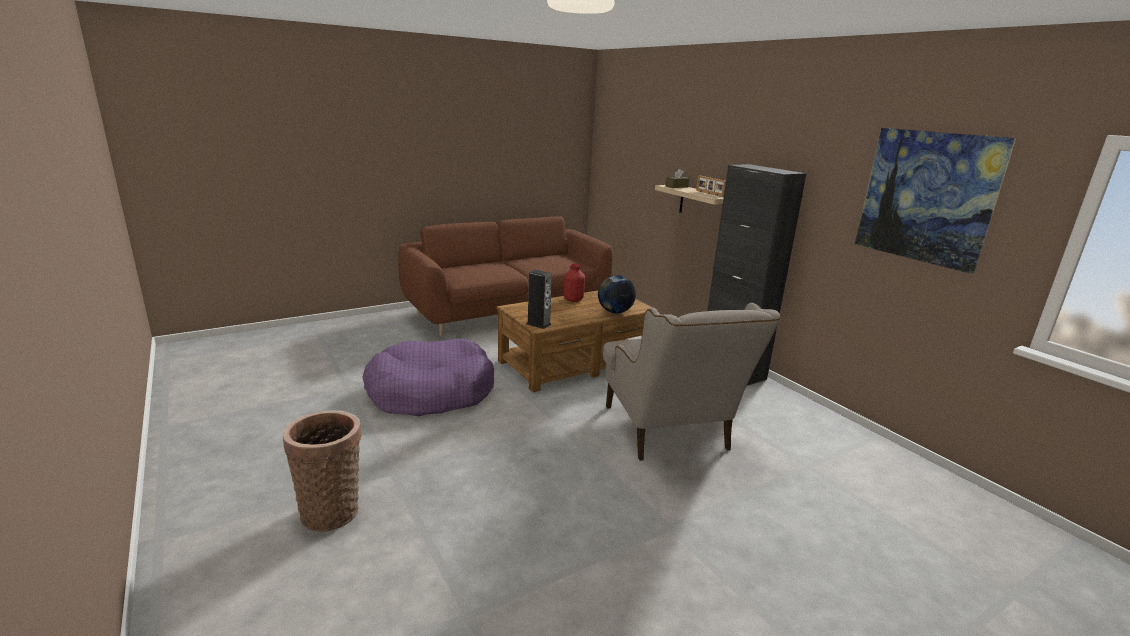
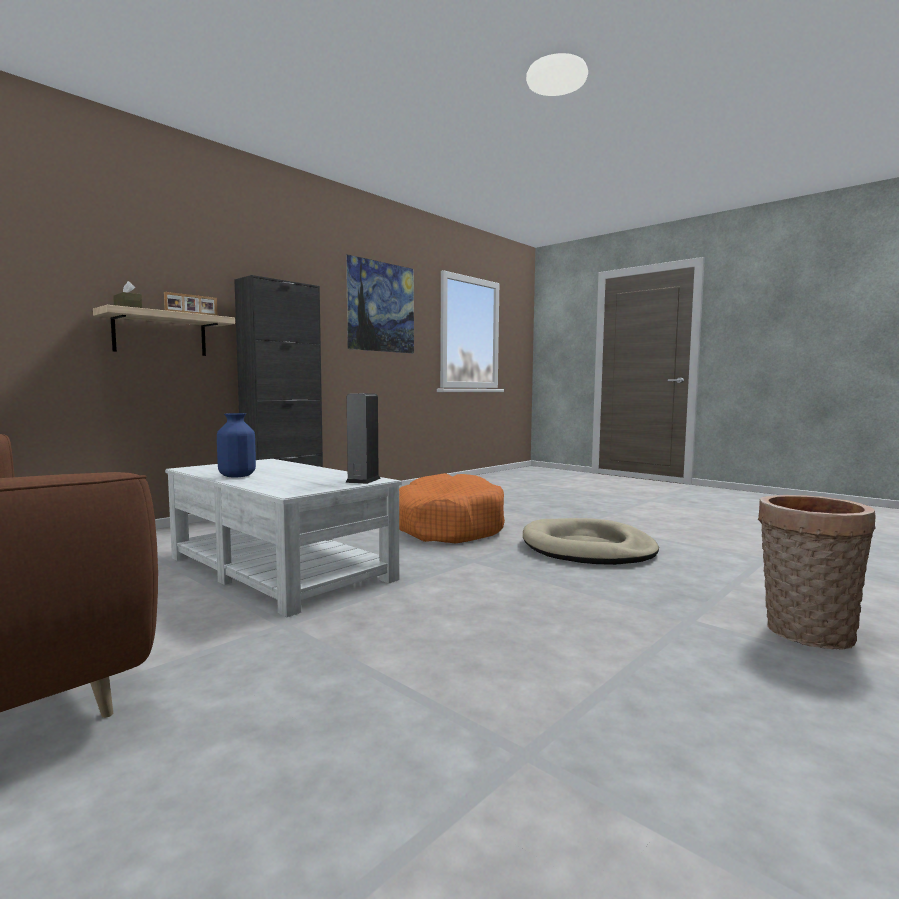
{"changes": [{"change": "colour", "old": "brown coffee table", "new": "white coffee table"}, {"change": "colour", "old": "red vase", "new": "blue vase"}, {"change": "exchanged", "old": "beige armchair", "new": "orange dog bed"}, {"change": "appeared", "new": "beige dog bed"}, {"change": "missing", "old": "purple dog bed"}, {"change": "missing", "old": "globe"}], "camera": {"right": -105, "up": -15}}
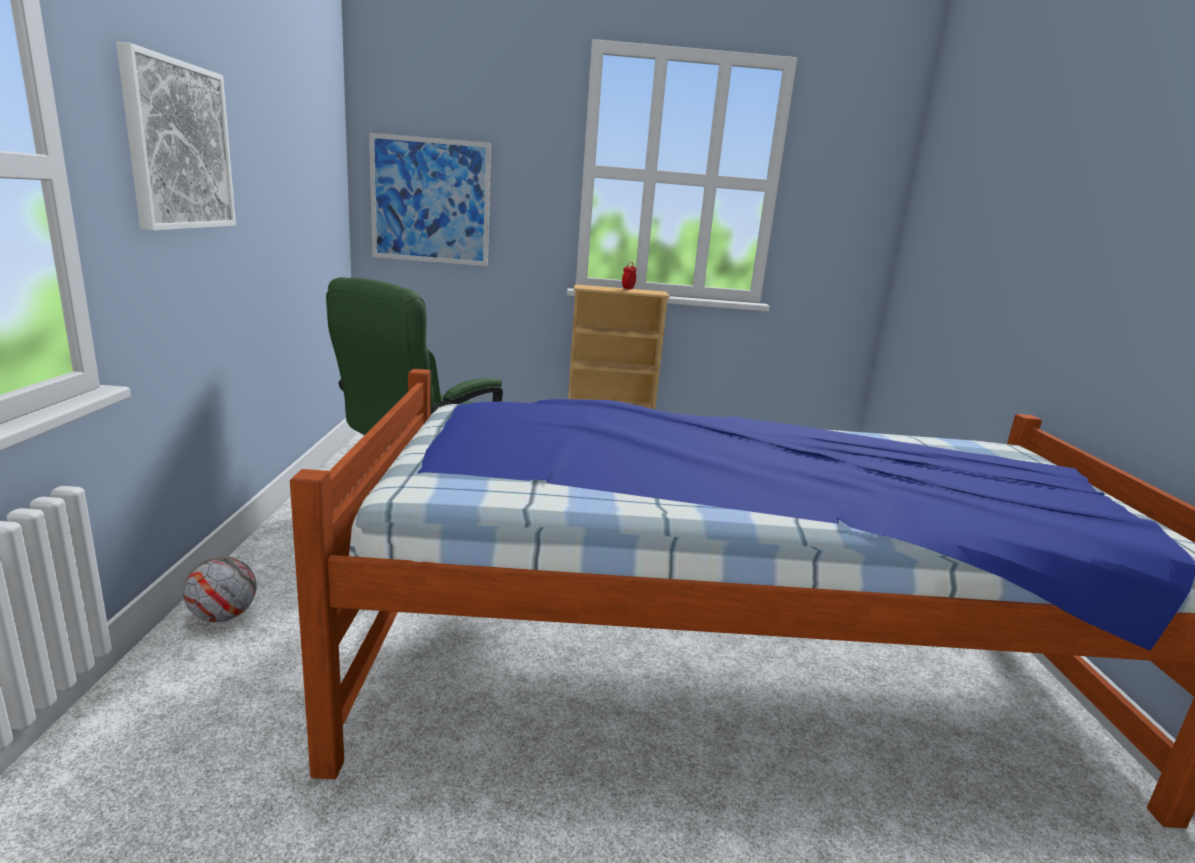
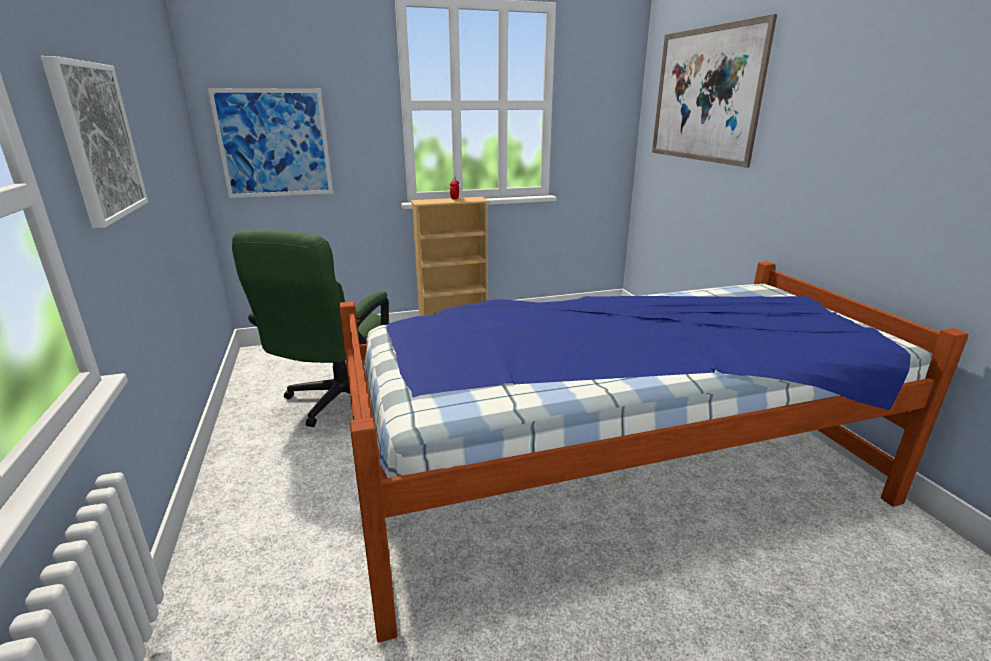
{"changes": [{"change": "appeared", "new": "picture (no. 3 from left)"}, {"change": "missing", "old": "football"}], "camera": {"right": -15, "up": 5}}
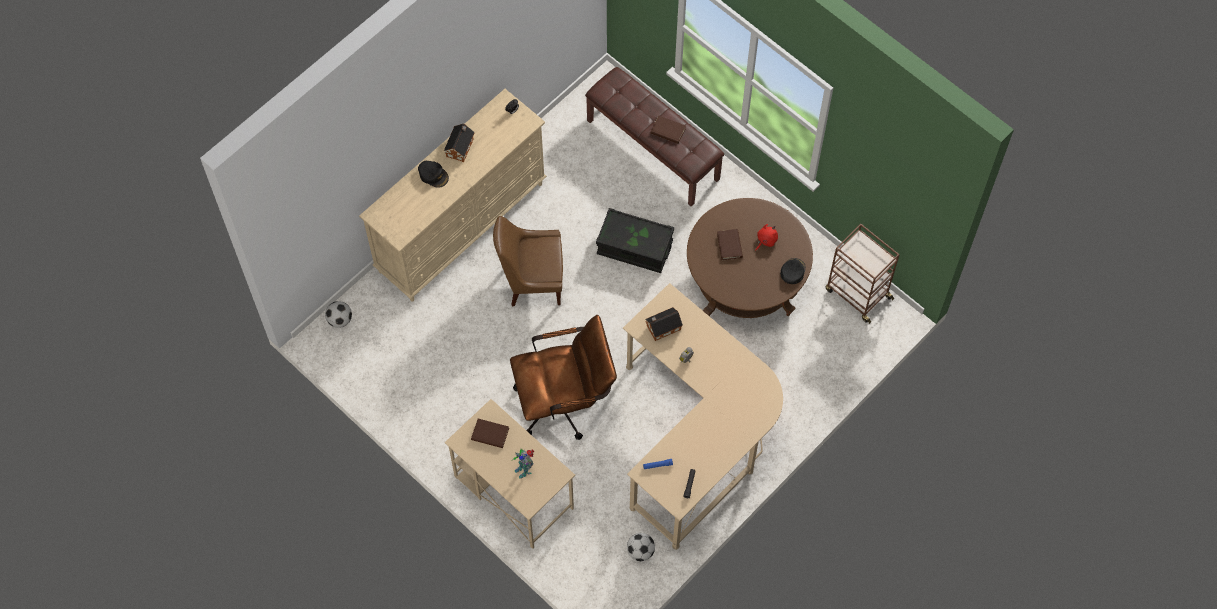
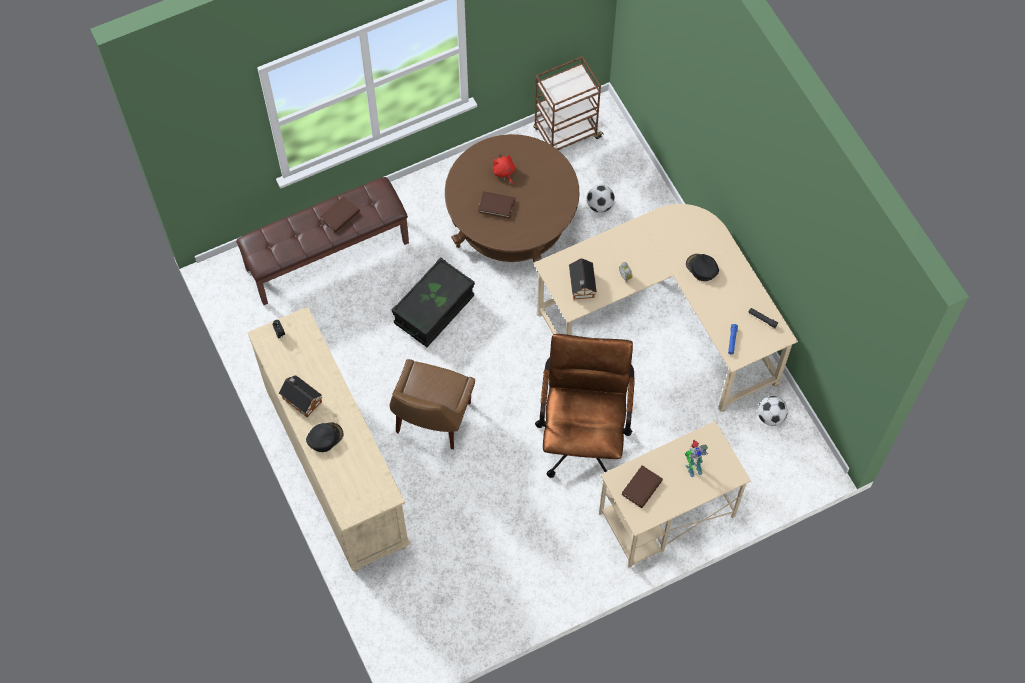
{"changes": [{"change": "relocated", "old": "football (no. 1 from left)"}, {"change": "relocated", "old": "black cap (no. 2 from left)"}], "camera": {"right": -70, "up": 0}}
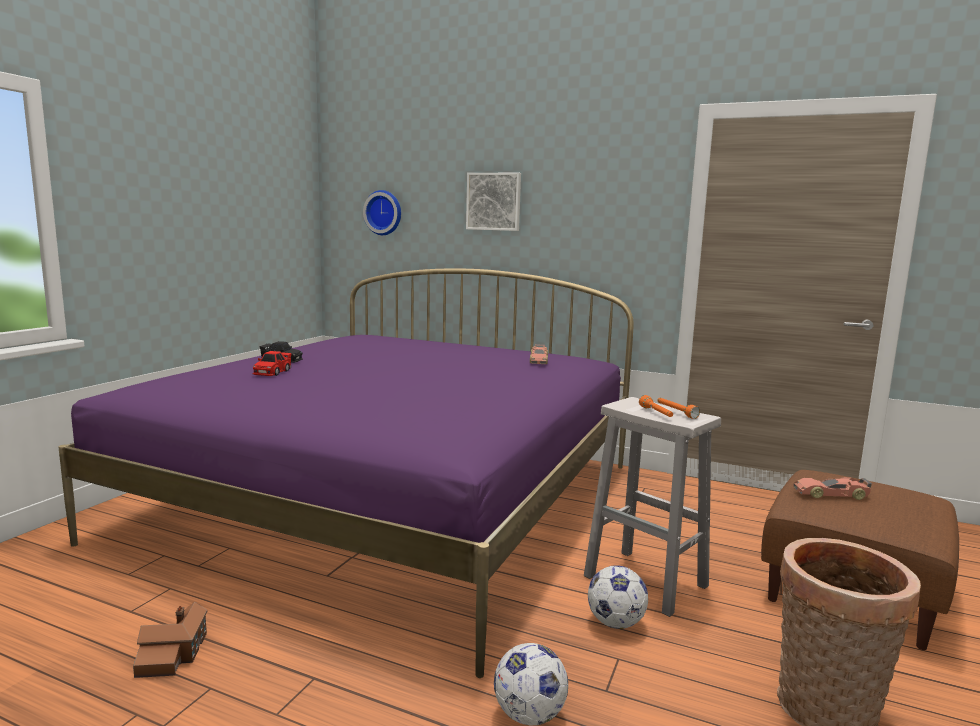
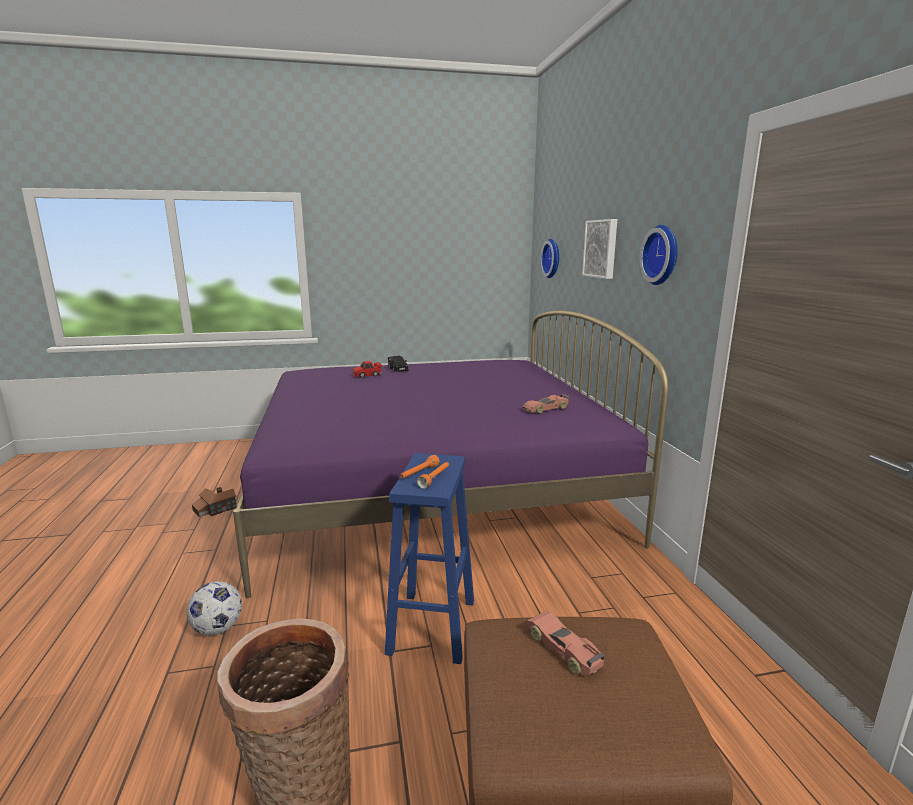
{"changes": [{"change": "colour", "old": "white stool", "new": "blue stool"}, {"change": "appeared", "new": "wall clock (no. 2 from left)"}, {"change": "missing", "old": "football (no. 2 from left)"}], "camera": {"right": 55, "up": 5}}
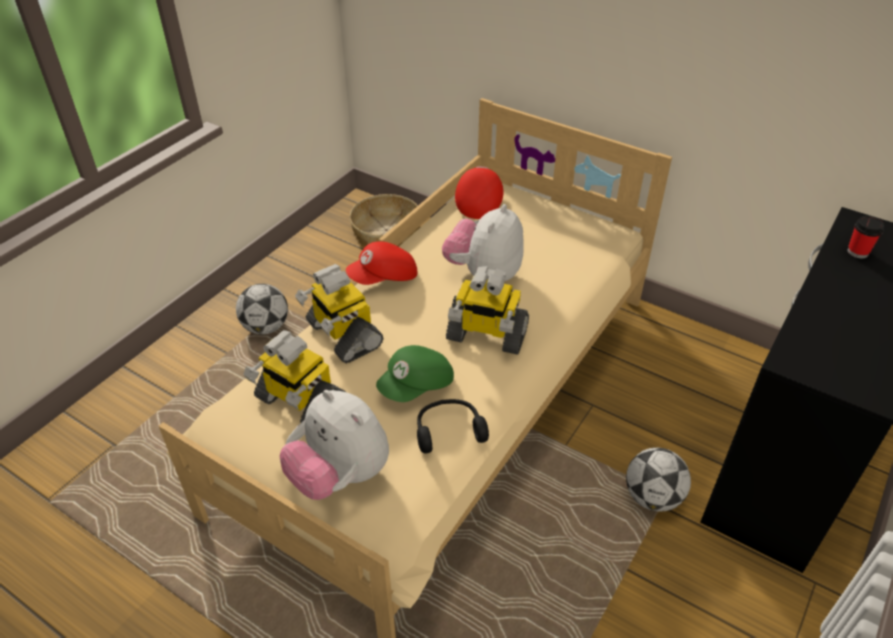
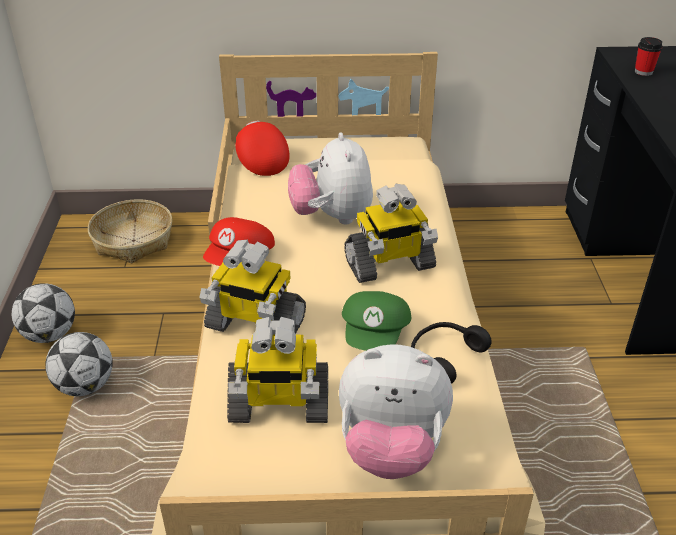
{"changes": [{"change": "relocated", "old": "football (no. 2 from left in the first image)", "new": "football (no. 1 from left)"}], "camera": {"right": -35, "up": -5}}
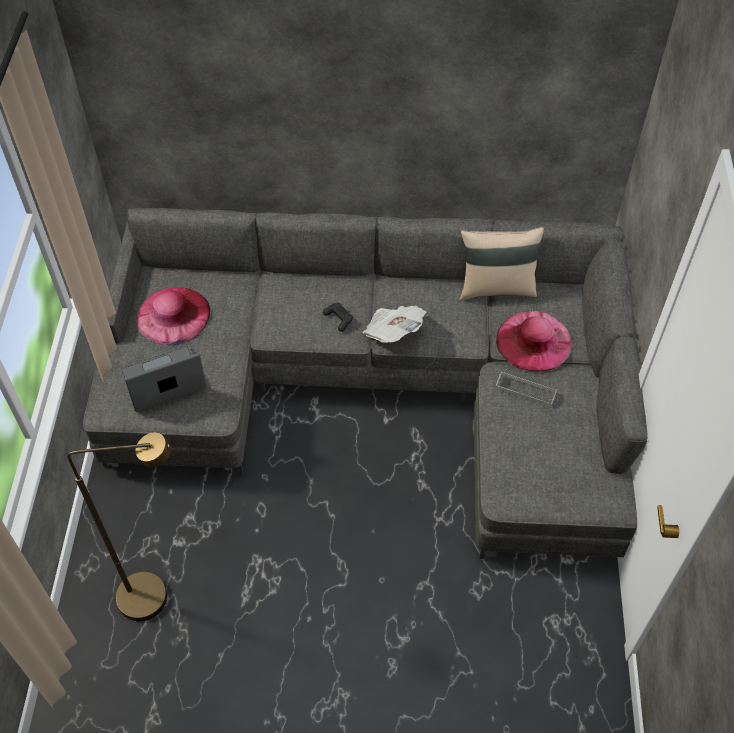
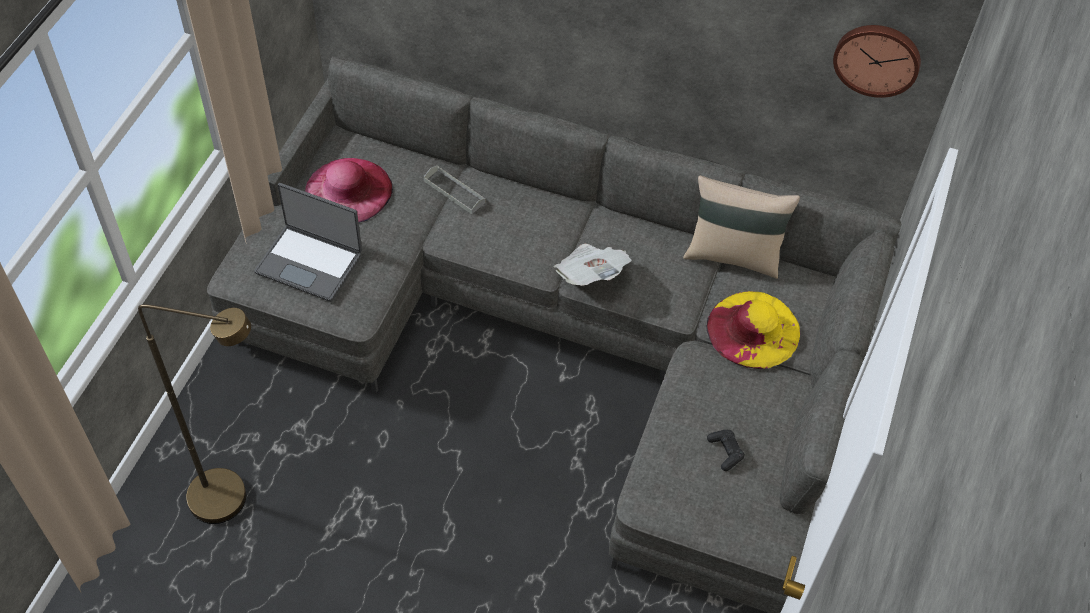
{"changes": [{"change": "spun", "old": "laptop", "degrees": -150}, {"change": "relocated", "old": "grey tray"}, {"change": "colour", "old": "pink hat (no. 2 from left)", "new": "yellow hat"}, {"change": "relocated", "old": "black game controller"}, {"change": "appeared", "new": "wall clock"}], "camera": {"right": 15, "up": 0}}
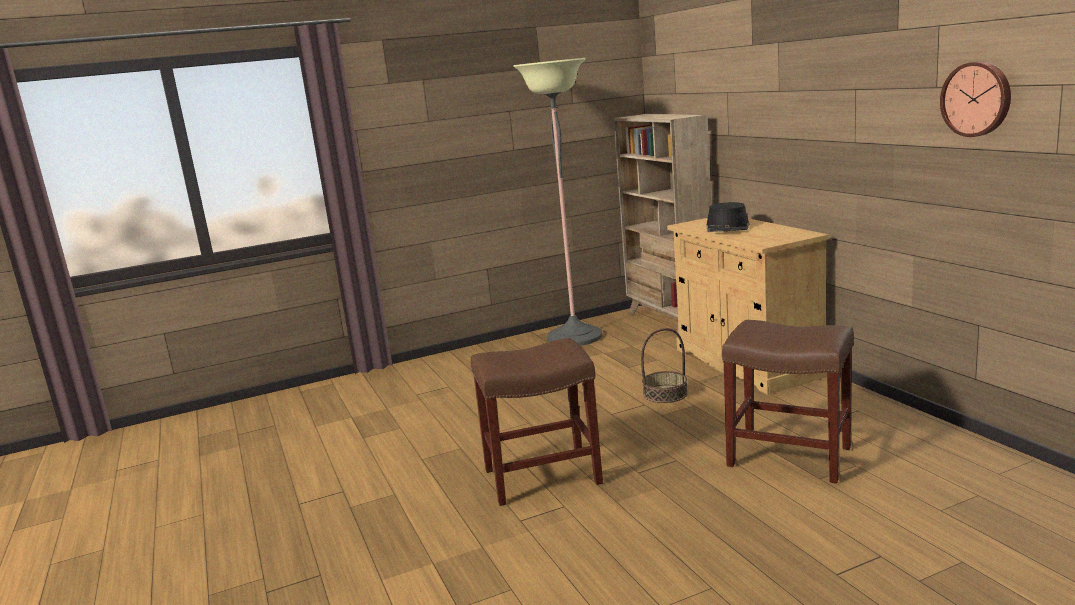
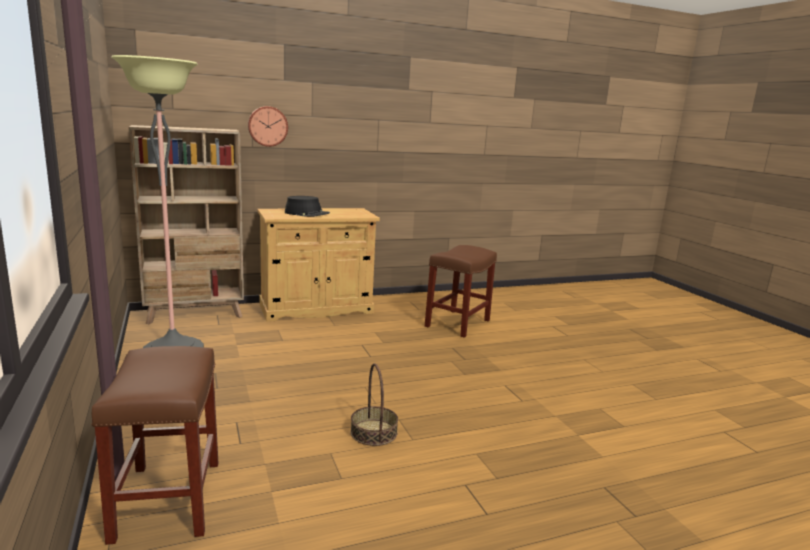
{"changes": [{"change": "relocated", "old": "brown stool (no. 1 from left)"}, {"change": "relocated", "old": "wall clock"}, {"change": "relocated", "old": "basket"}], "camera": {"right": -90, "up": 0}}
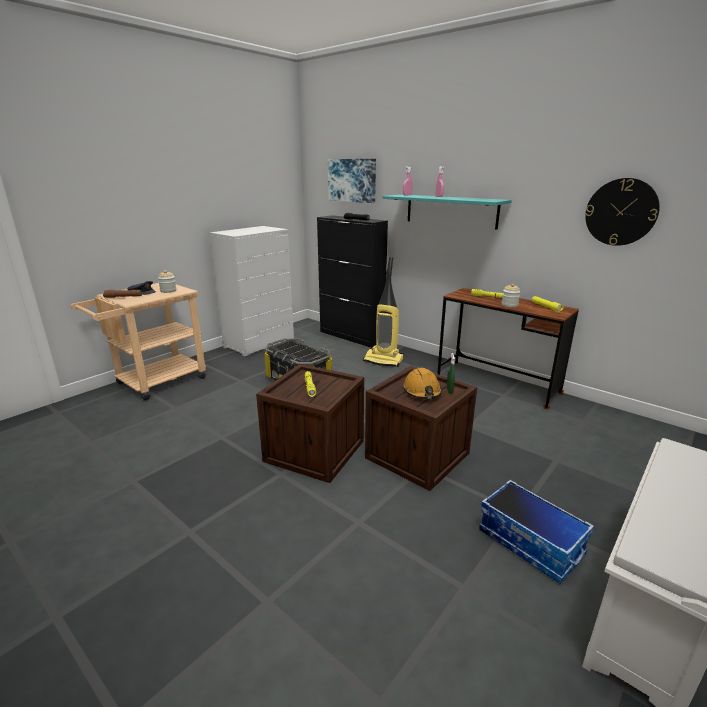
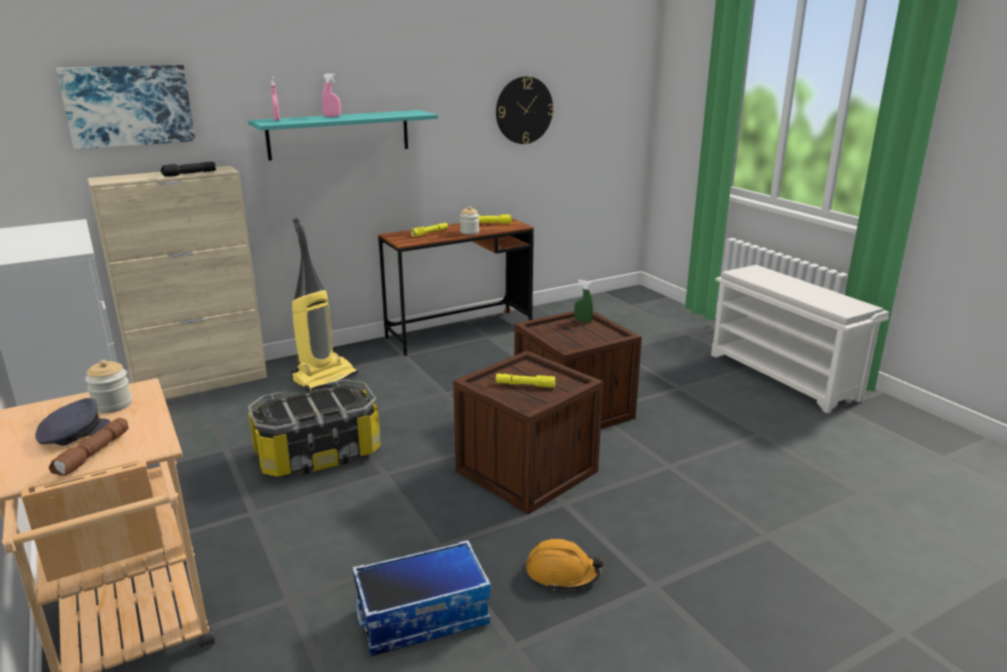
{"changes": [{"change": "colour", "old": "black cabinet", "new": "beige cabinet"}, {"change": "relocated", "old": "storage box (no. 2 from left)"}, {"change": "relocated", "old": "orange hard hat"}], "camera": {"right": -70, "up": 0}}
